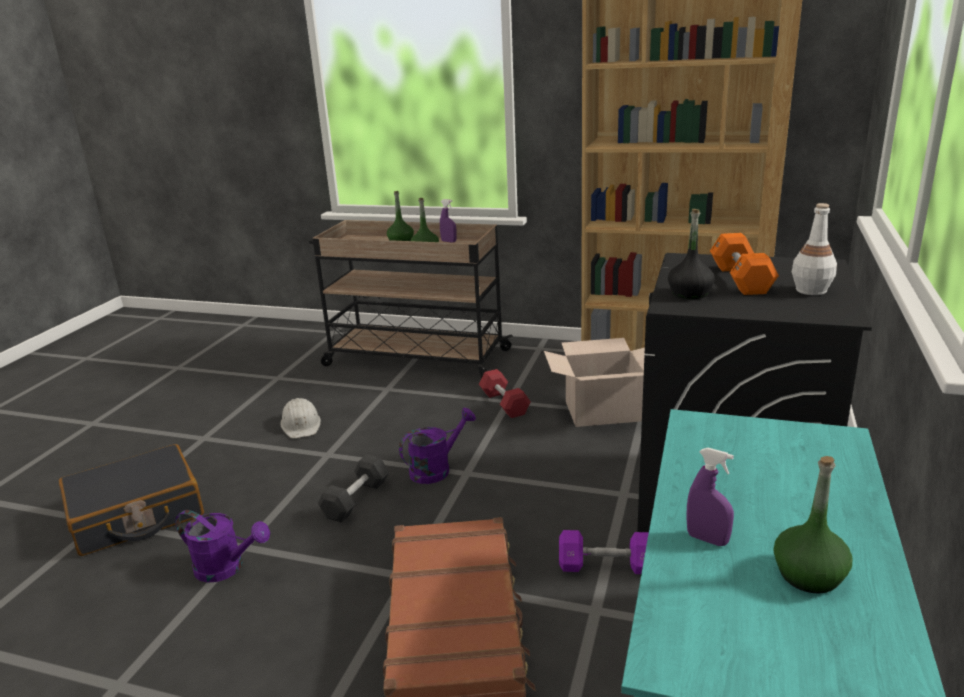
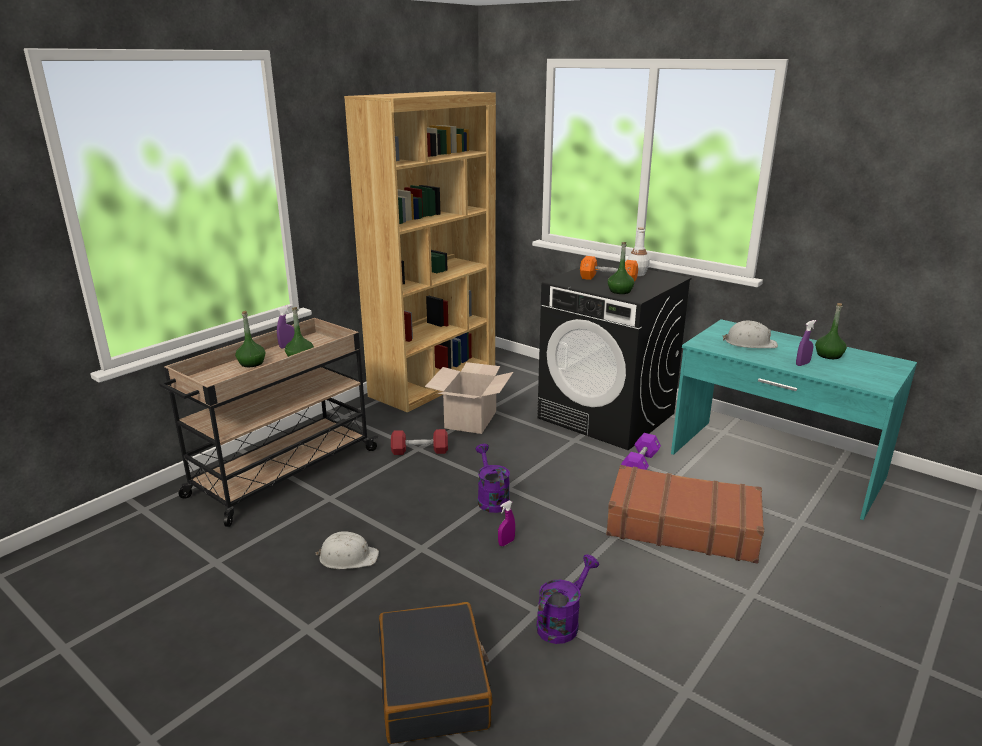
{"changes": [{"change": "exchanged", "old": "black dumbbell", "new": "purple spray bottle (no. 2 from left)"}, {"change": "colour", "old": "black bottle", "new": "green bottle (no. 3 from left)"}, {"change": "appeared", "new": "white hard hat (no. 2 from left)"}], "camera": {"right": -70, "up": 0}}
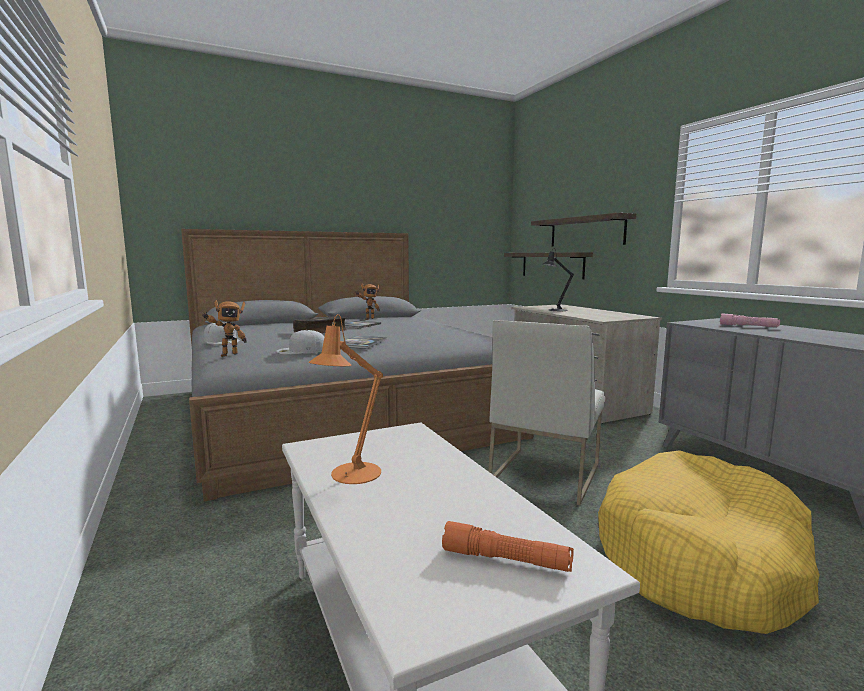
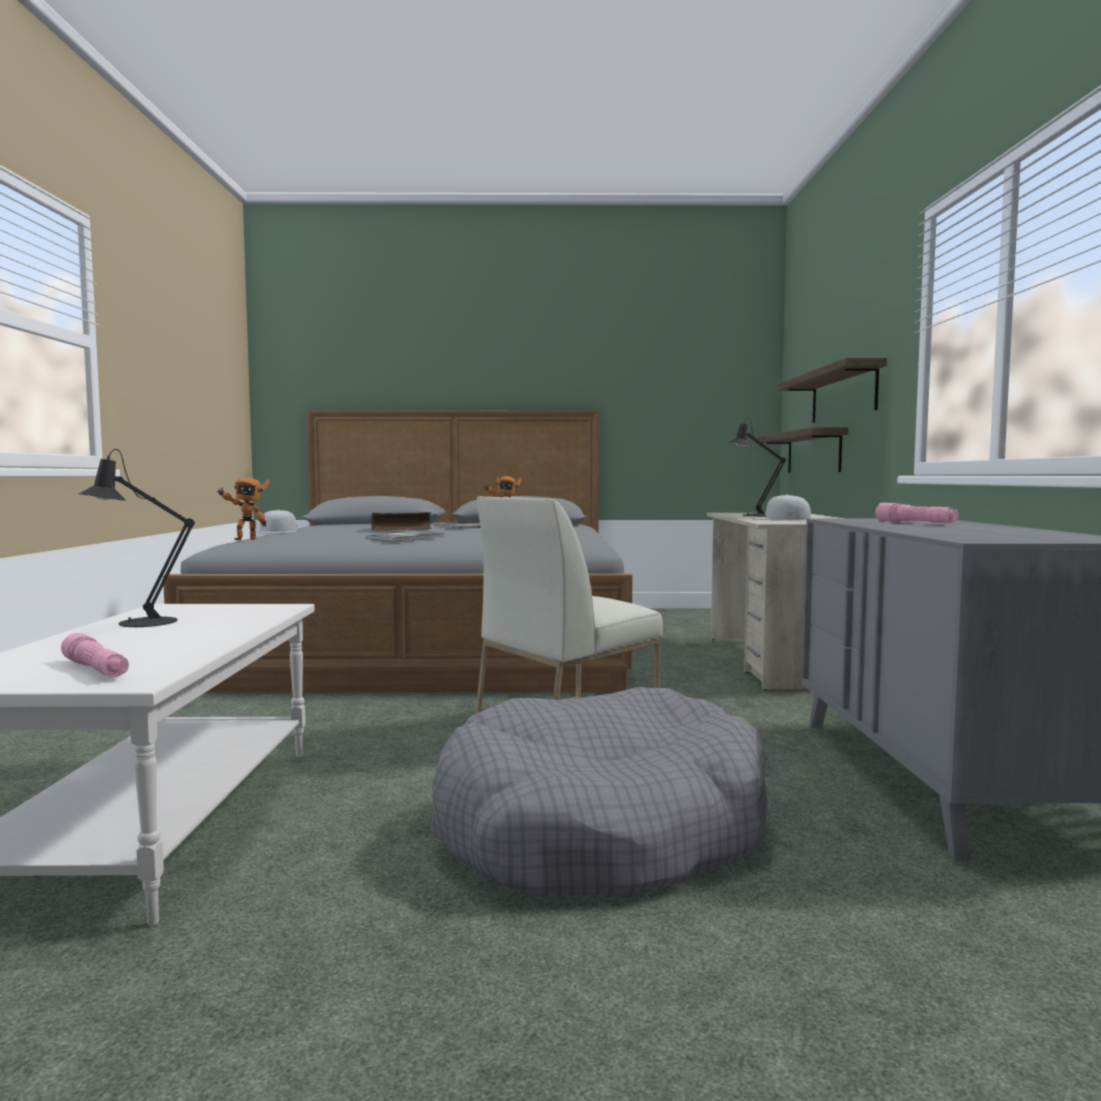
{"changes": [{"change": "colour", "old": "orange flashlight", "new": "pink flashlight (no. 1 from left)"}, {"change": "colour", "old": "orange table lamp", "new": "black table lamp (no. 1 from left)"}, {"change": "colour", "old": "yellow dog bed", "new": "grey dog bed"}, {"change": "relocated", "old": "white cap (no. 2 from left)"}], "camera": {"right": 25, "up": -5}}
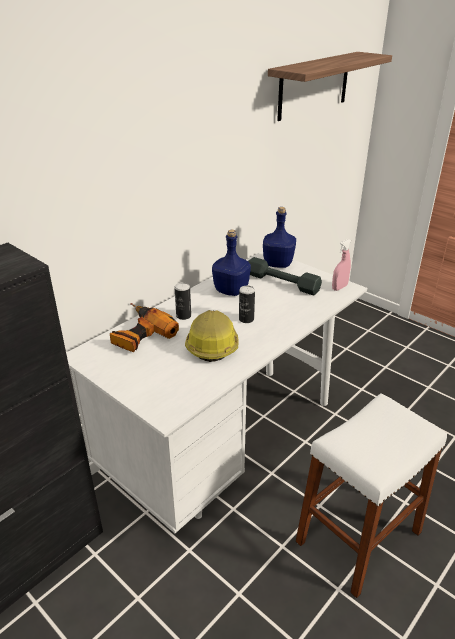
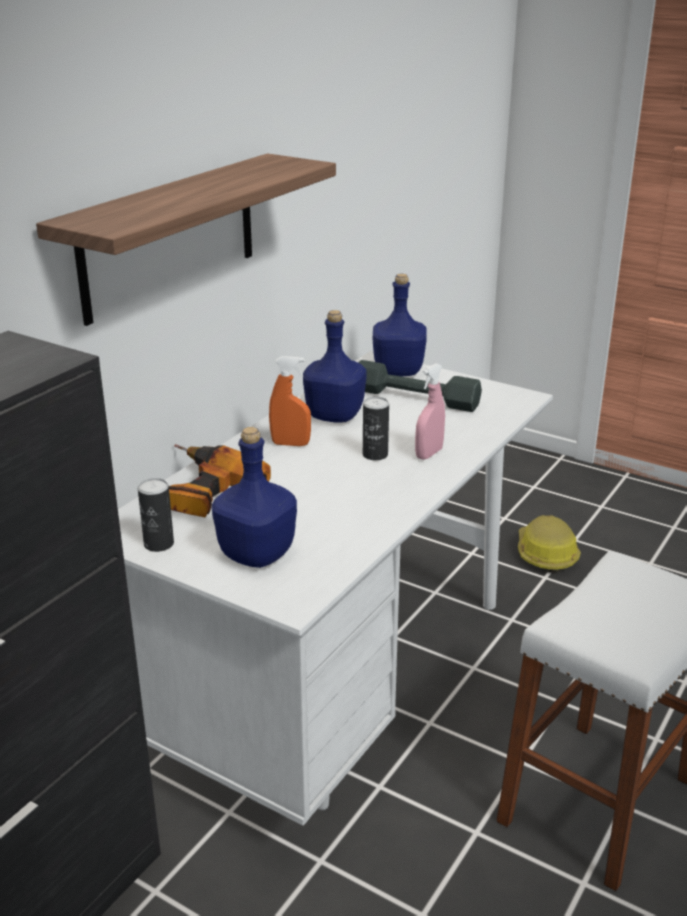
{"changes": [{"change": "relocated", "old": "shelf"}, {"change": "relocated", "old": "can (no. 1 from left)"}, {"change": "appeared", "new": "blue bottle (no. 1 from left)"}, {"change": "appeared", "new": "orange spray bottle"}, {"change": "relocated", "old": "pink spray bottle"}, {"change": "relocated", "old": "hard hat"}], "camera": {"right": -10, "up": -5}}
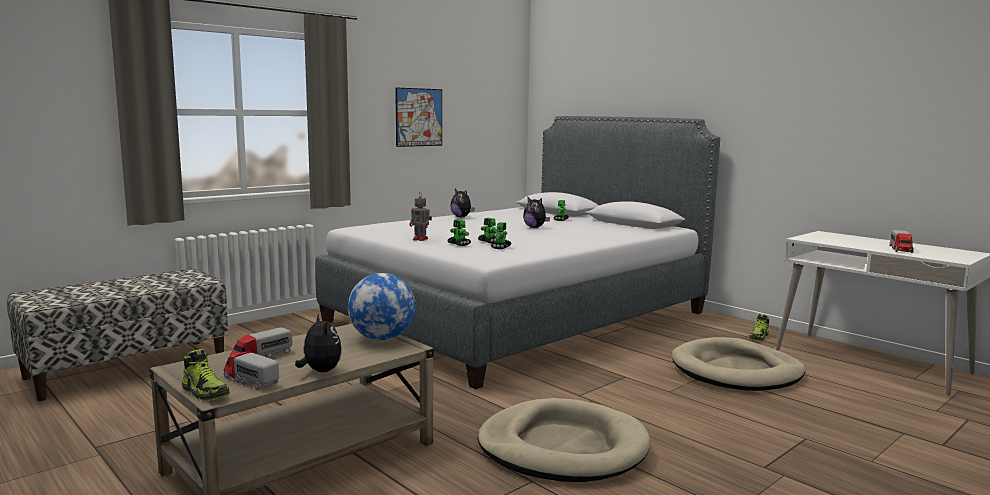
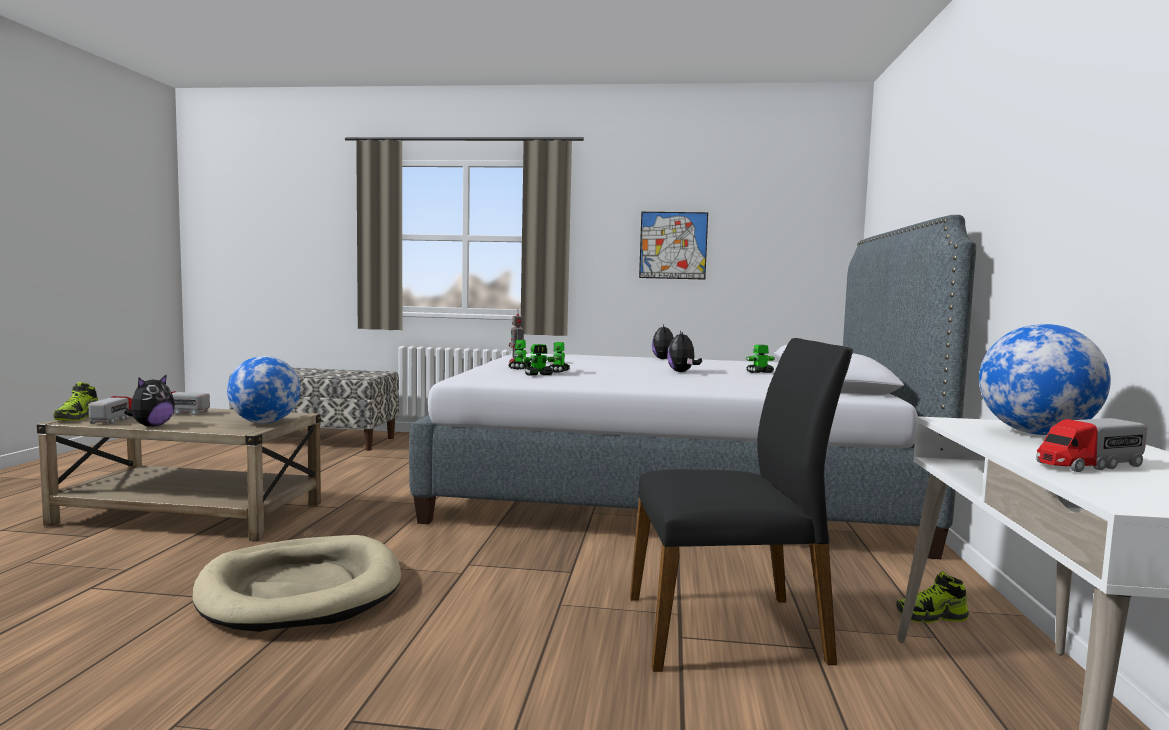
{"changes": [{"change": "exchanged", "old": "beige dog bed (no. 2 from left)", "new": "black chair"}, {"change": "appeared", "new": "globe (no. 2 from left)"}], "camera": {"right": 50, "up": -5}}
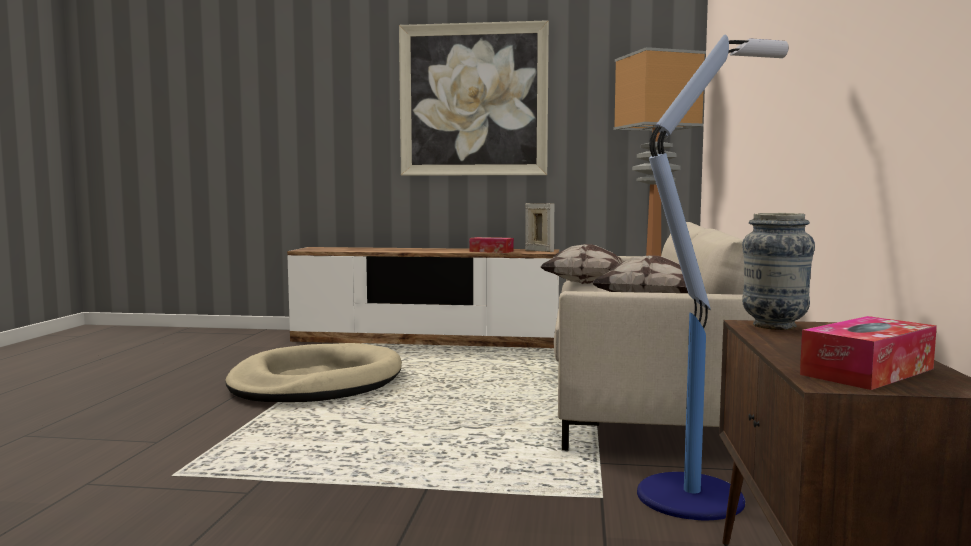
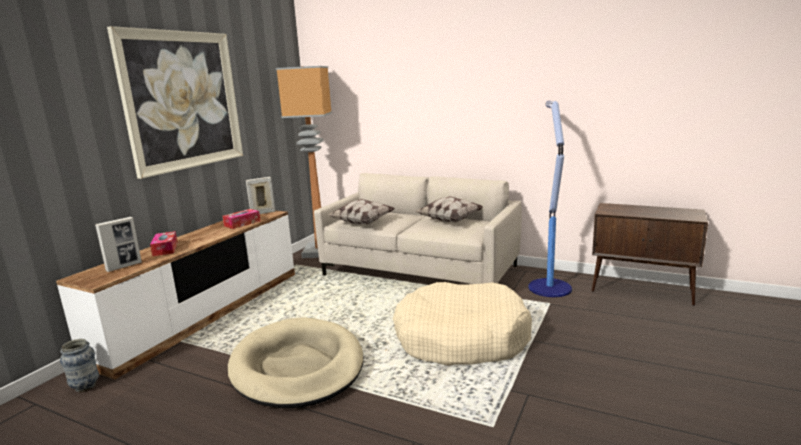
{"changes": [{"change": "relocated", "old": "vase"}, {"change": "appeared", "new": "picture frame (no. 1 from left)"}, {"change": "relocated", "old": "tissue box (no. 2 from left in the first image)", "new": "tissue box (no. 1 from left)"}, {"change": "appeared", "new": "beige dog bed (no. 2 from left)"}], "camera": {"right": -70, "up": 10}}
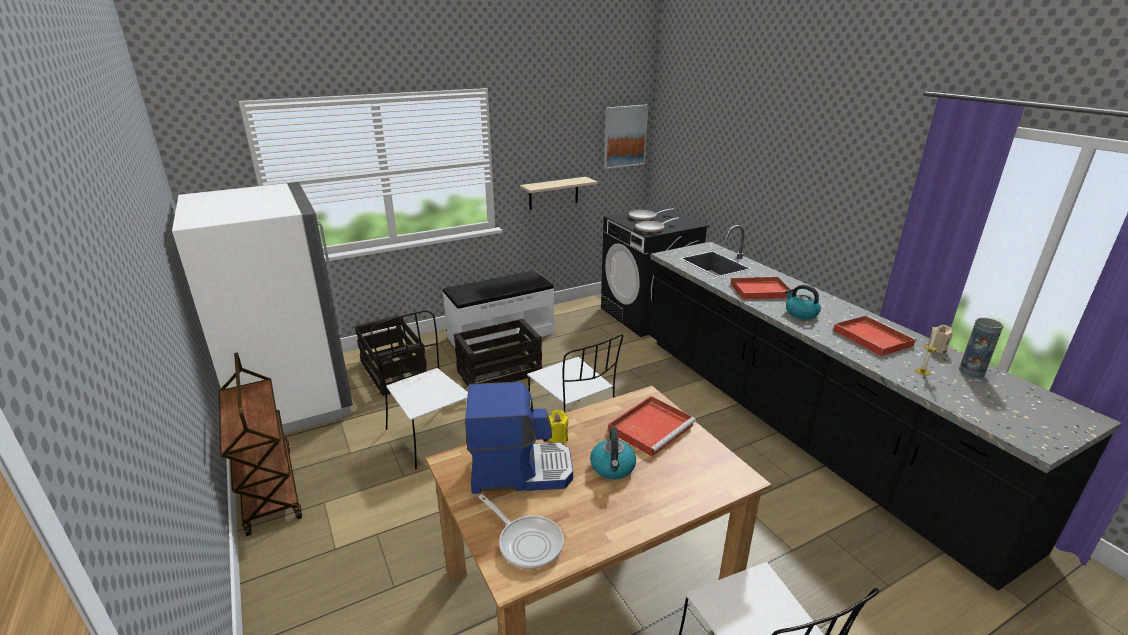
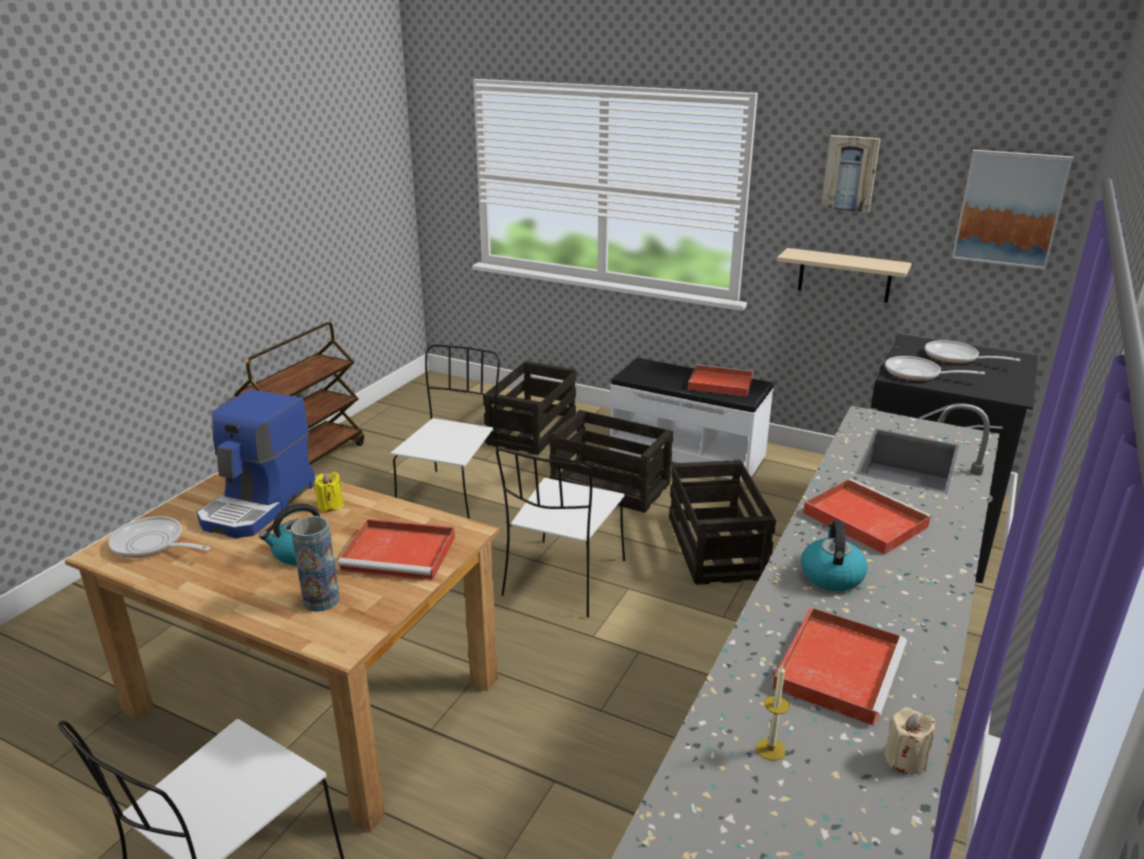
{"changes": [{"change": "spun", "old": "frying pan (no. 1 from left)", "degrees": 105}, {"change": "spun", "old": "coffee machine", "degrees": 60}, {"change": "relocated", "old": "vase"}, {"change": "appeared", "new": "crate (no. 3 from left)"}, {"change": "appeared", "new": "red tray (no. 2 from left)"}, {"change": "appeared", "new": "picture (no. 1 from left)"}, {"change": "missing", "old": "white fridge"}], "camera": {"right": 55, "up": 0}}
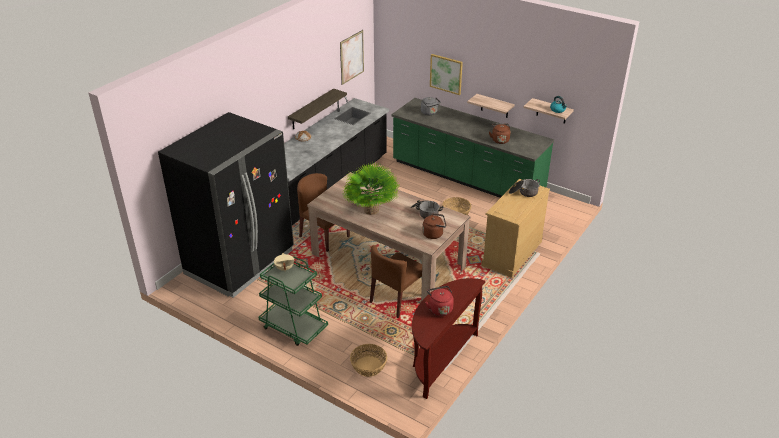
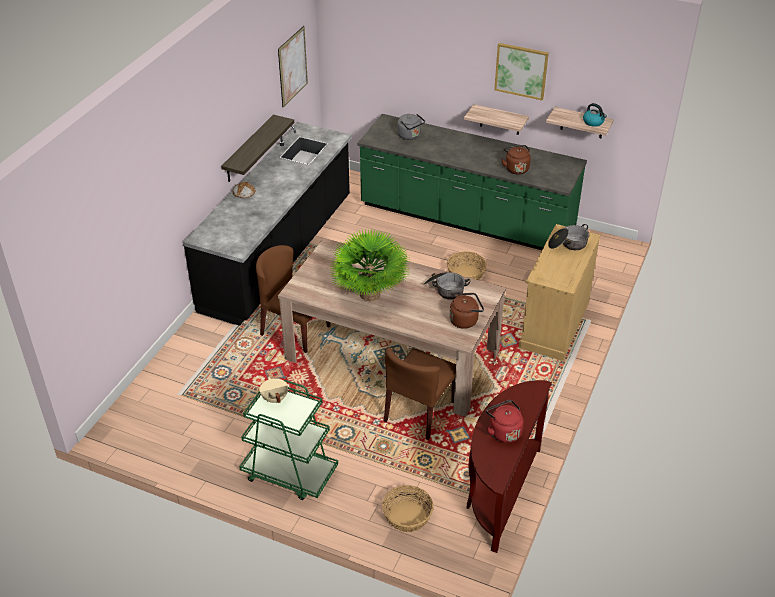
{"changes": [{"change": "relocated", "old": "picture (no. 2 from left)"}, {"change": "missing", "old": "black fridge"}], "camera": {"right": -10, "up": 5}}
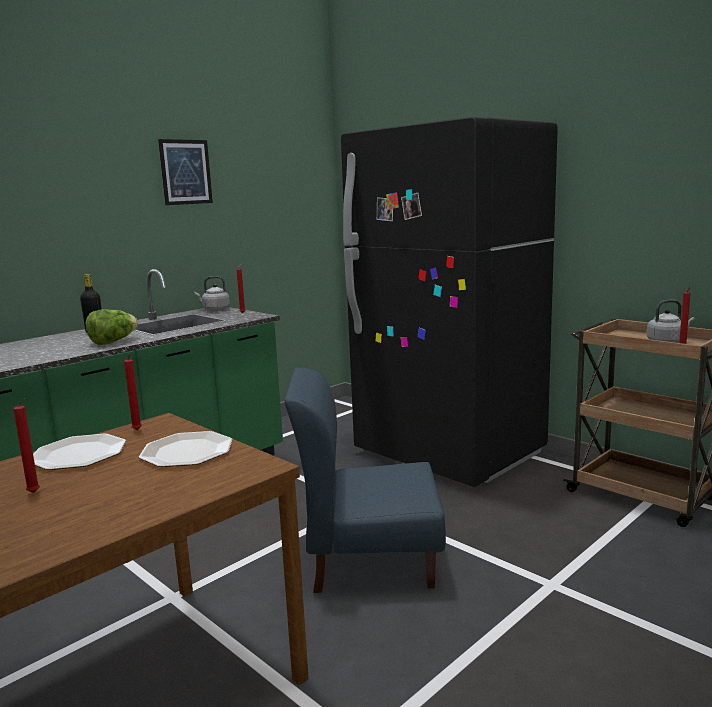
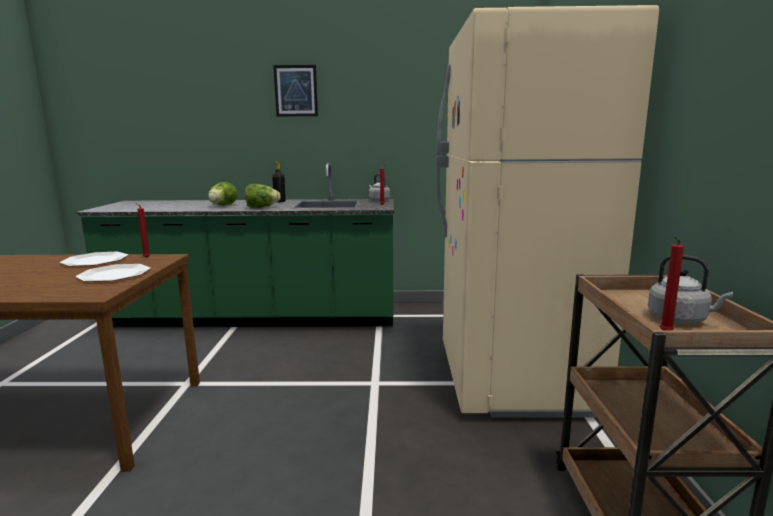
{"changes": [{"change": "appeared", "new": "lettuce (no. 1 from left)"}, {"change": "relocated", "old": "picture"}, {"change": "colour", "old": "black fridge", "new": "beige fridge"}, {"change": "missing", "old": "red candle (no. 1 from left)"}, {"change": "missing", "old": "blue chair"}], "camera": {"right": 45, "up": 0}}
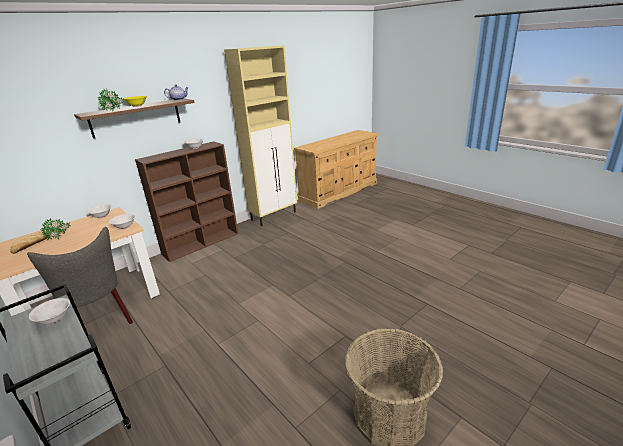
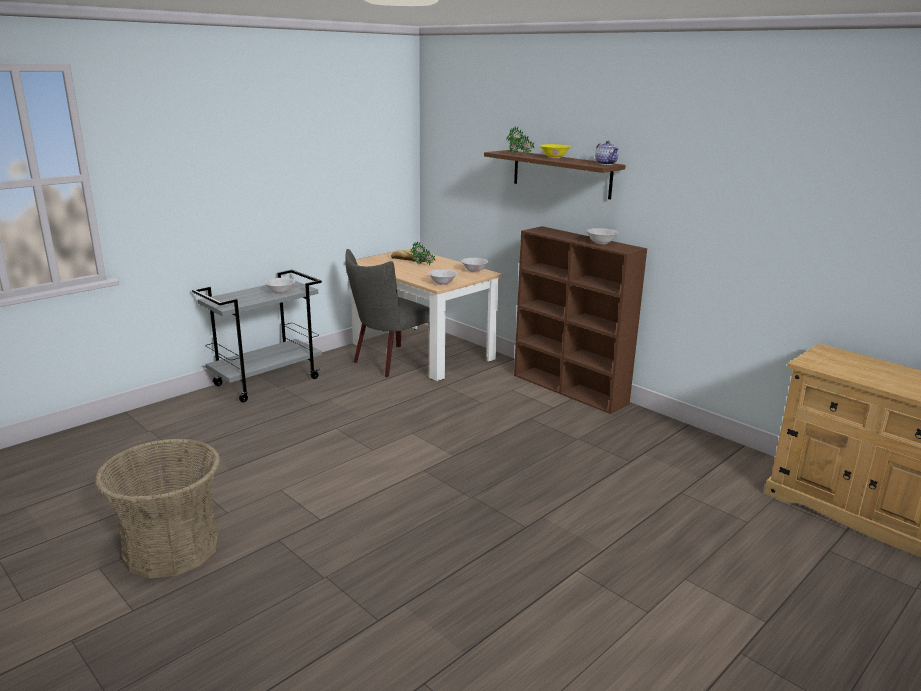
{"changes": [{"change": "missing", "old": "beige cabinet"}], "camera": {"right": 85, "up": -5}}
